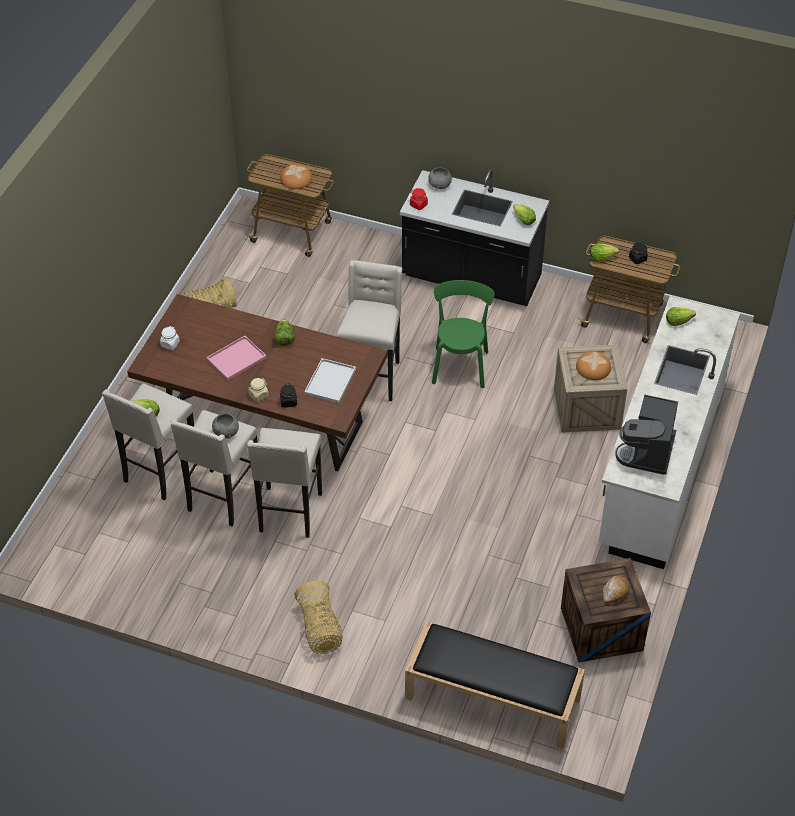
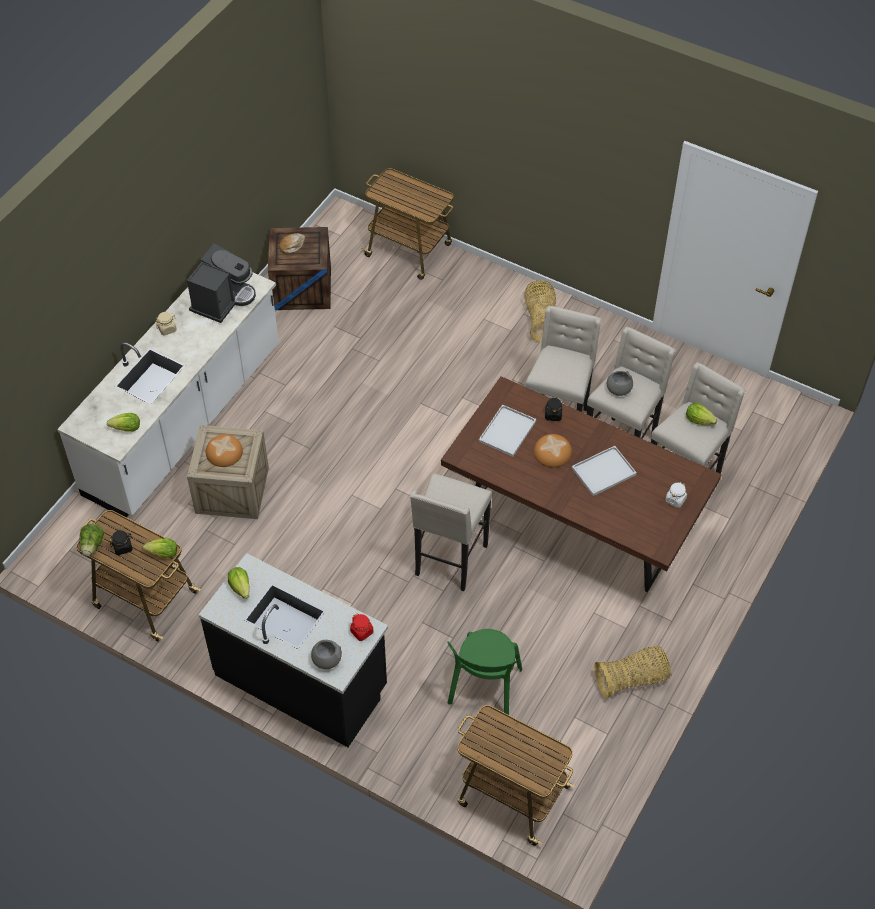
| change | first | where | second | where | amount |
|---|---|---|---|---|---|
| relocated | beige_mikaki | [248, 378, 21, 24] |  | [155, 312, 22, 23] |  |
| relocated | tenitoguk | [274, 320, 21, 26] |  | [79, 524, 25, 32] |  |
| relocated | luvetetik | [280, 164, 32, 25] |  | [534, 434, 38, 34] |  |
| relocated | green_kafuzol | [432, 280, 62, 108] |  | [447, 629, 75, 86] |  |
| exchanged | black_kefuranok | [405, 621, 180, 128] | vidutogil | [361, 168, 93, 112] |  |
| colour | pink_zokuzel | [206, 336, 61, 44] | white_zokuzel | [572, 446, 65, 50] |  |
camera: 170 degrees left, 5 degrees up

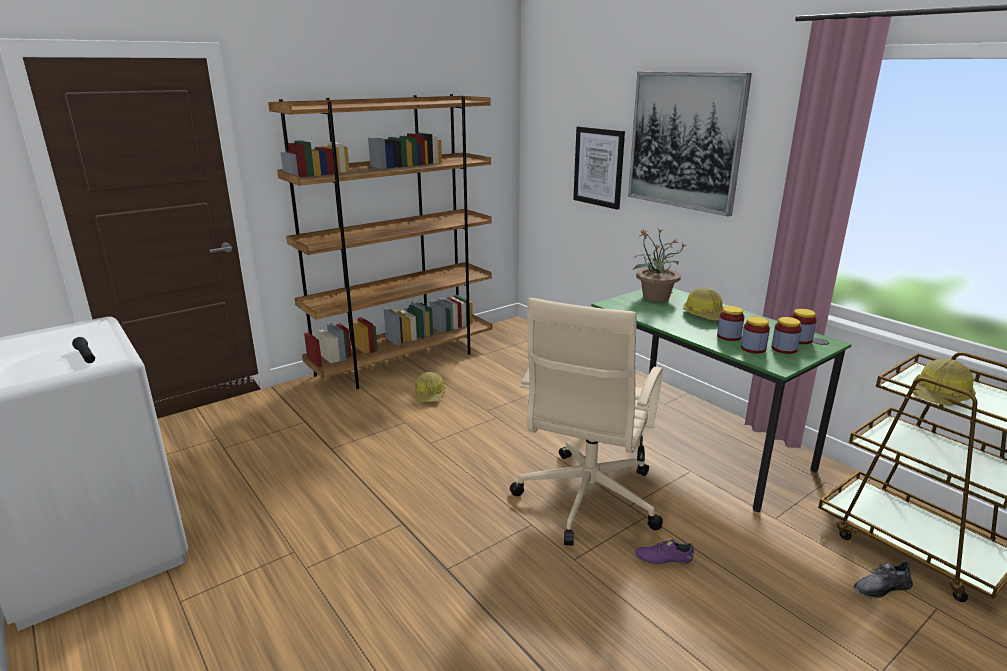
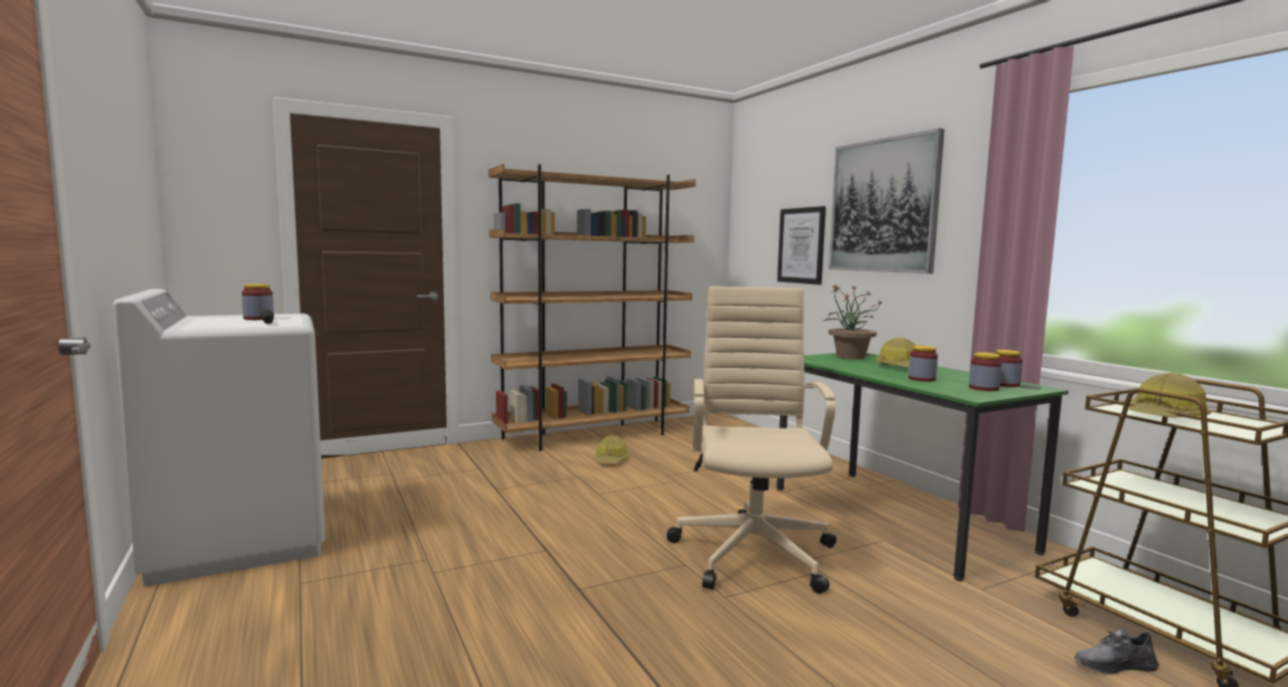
| change | first | where | second | where | amount |
|---|---|---|---|---|---|
| missing | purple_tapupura | [635, 540, 59, 25] |  |  |  |
| relocated | mikaki | [741, 317, 29, 37] |  | [242, 284, 32, 36] |  |
| spun | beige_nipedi | [510, 298, 153, 248] |  | [667, 286, 170, 308] | 150 degrees clockwise |
camera: 10 degrees right, 15 degrees down

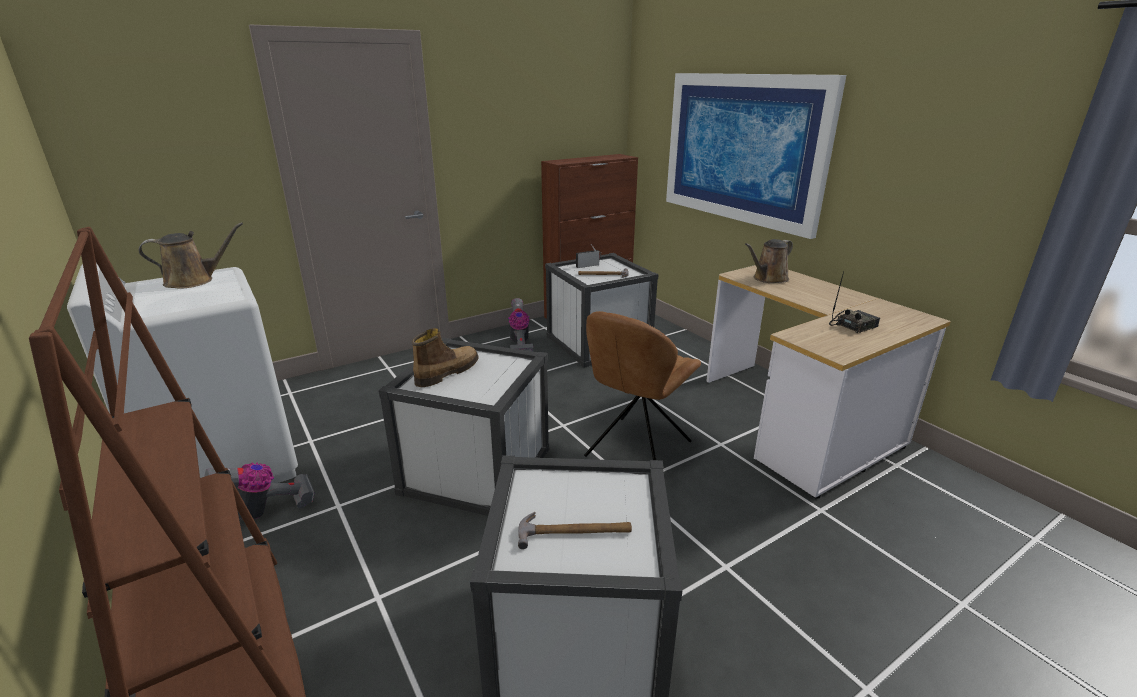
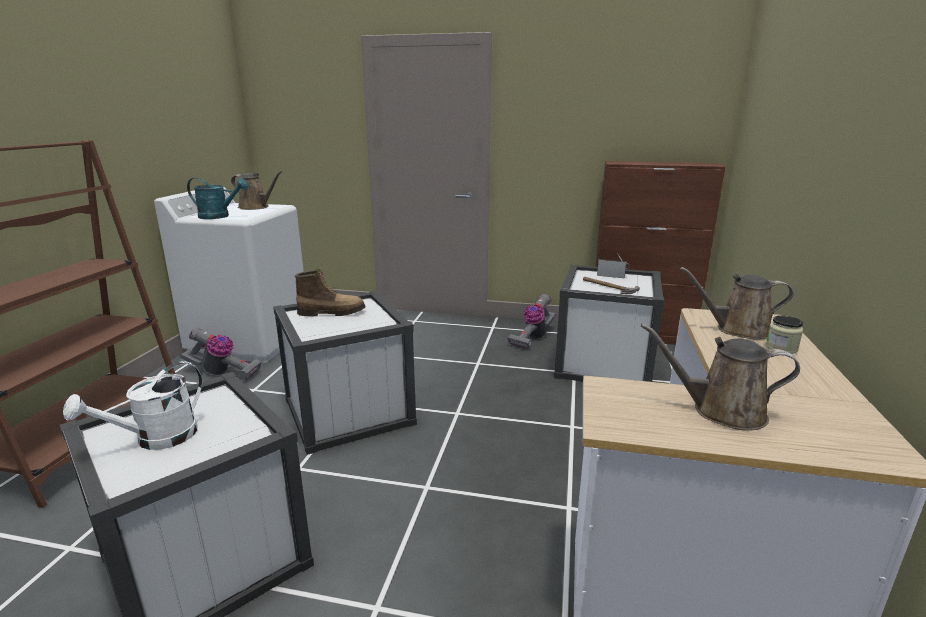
| change | first | where | second | where | amount |
|---|---|---|---|---|---|
| missing | brown_kafuzol | [584, 311, 117, 149] |  |  |  |
| missing | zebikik | [666, 73, 180, 166] |  |  |  |
| appeared |  |  | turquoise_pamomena | [187, 178, 61, 41] |  |
| appeared |  |  | mikaki | [766, 315, 37, 39] |  |
| exchanged | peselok | [518, 512, 114, 37] | white_pamomena | [63, 361, 139, 89] |  |
| exchanged | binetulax | [829, 271, 51, 62] | brown_pamomena | [641, 323, 159, 108] |  |
camera: 45 degrees right, 5 degrees down

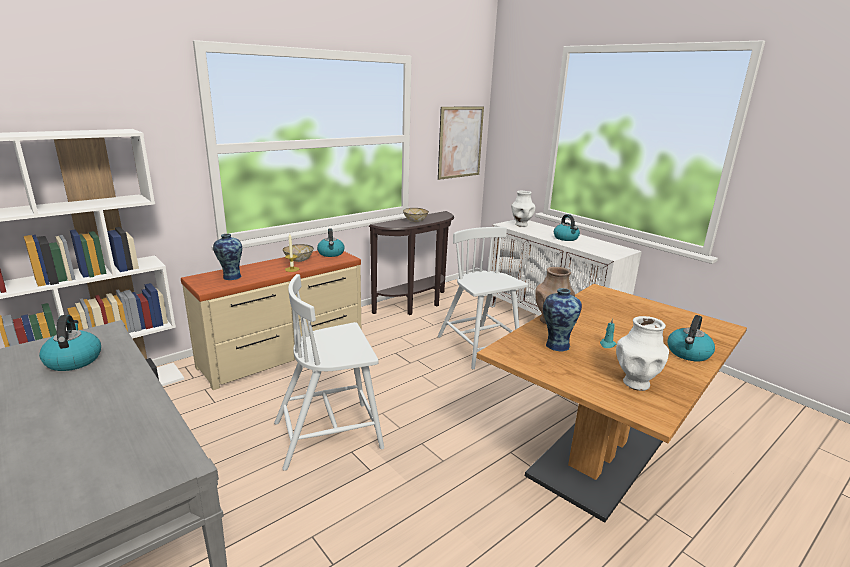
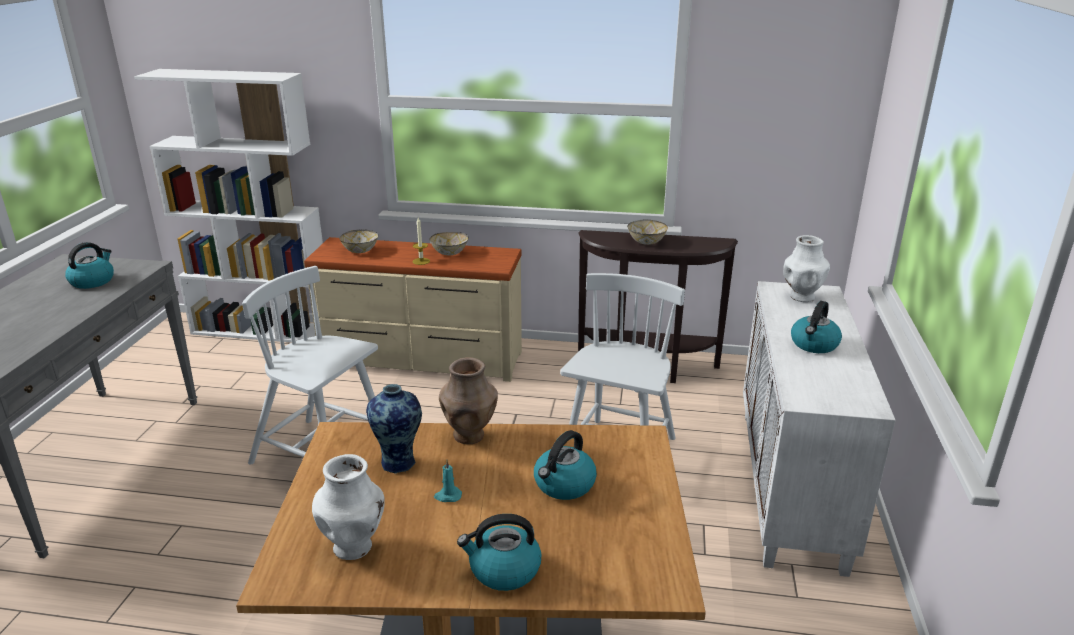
| change | first | where | second | where | amount |
|---|---|---|---|---|---|
| missing | zebikik | [438, 106, 46, 74] |  |  |  |
| relocated | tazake | [317, 228, 28, 29] |  | [534, 430, 63, 70] |  |
| exchanged | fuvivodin | [213, 234, 29, 46] | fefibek | [339, 230, 39, 23] |  |
camera: 50 degrees right, 5 degrees up

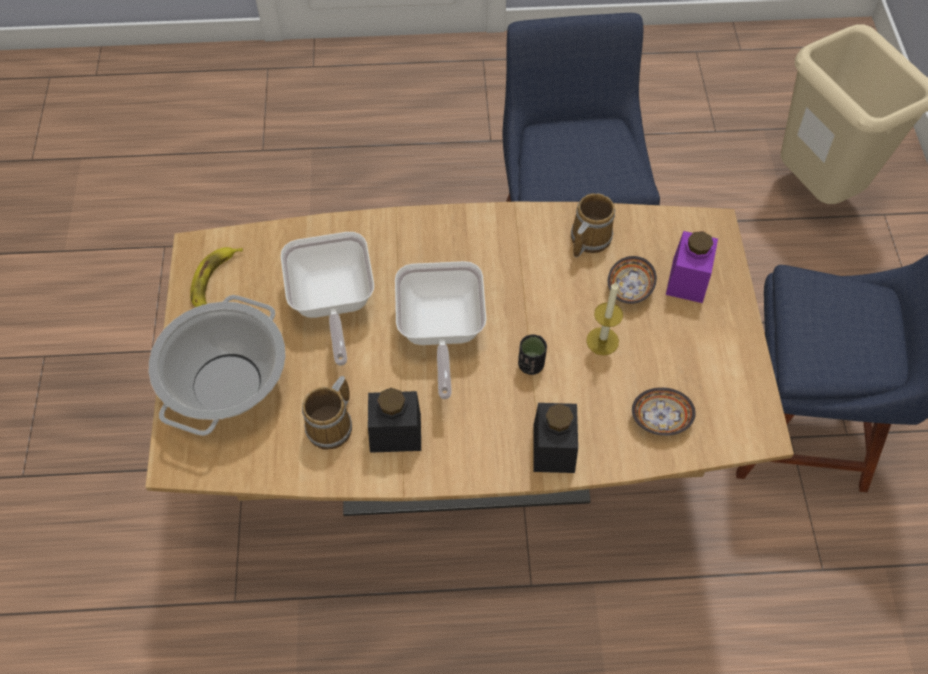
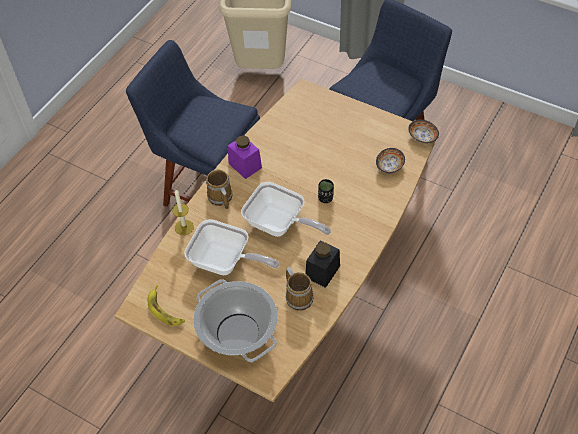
| change | first | where | second | where | amount |
|---|---|---|---|---|---|
| missing | black_mikaki | [533, 403, 45, 70] |  |  |  |
| relocated | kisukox | [571, 193, 44, 64] |  | [206, 170, 26, 39] |  |
| relocated | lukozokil | [586, 282, 37, 73] |  | [172, 190, 22, 45] |  |
| relocated | fefibek | [608, 256, 49, 48] |  | [408, 120, 31, 23] |  |
| relocated | purple_mikaki | [666, 231, 52, 72] |  | [228, 135, 34, 44] |  |
camera: 55 degrees left, 5 degrees down

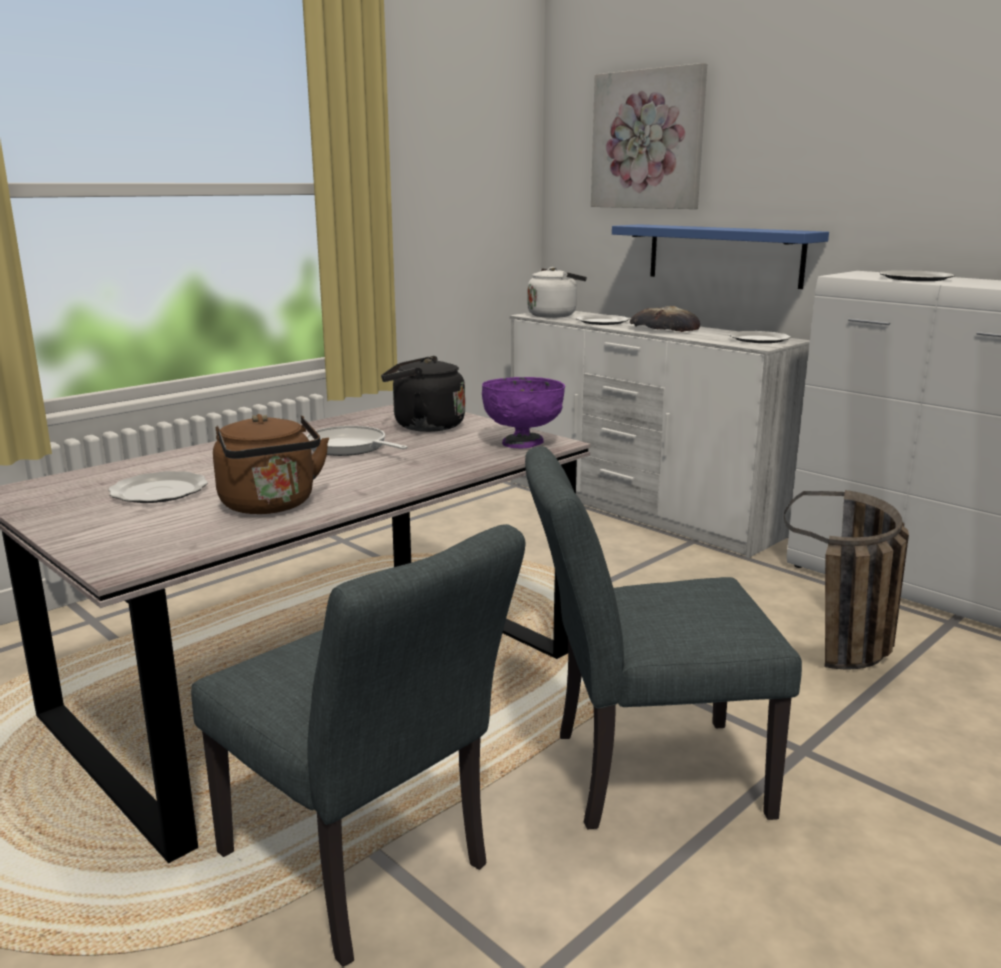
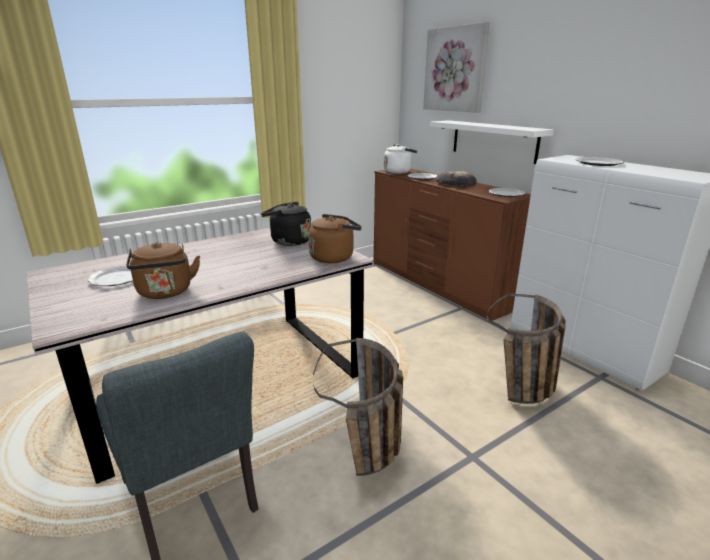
| change | first | where | second | where | amount |
|---|---|---|---|---|---|
| missing | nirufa | [306, 426, 102, 30] |  |  |  |
| exchanged | purple_fefibek | [482, 377, 83, 72] | brown_tazake | [308, 214, 54, 49] |  |
| exchanged | grey_kafuzol | [525, 446, 277, 383] | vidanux | [313, 338, 90, 138] |  |
| colour | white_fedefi | [510, 311, 300, 247] | brown_fedefi | [373, 169, 158, 152] |  |
| colour | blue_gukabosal | [612, 224, 217, 65] | white_gukabosal | [430, 120, 124, 44] |  |
camera: 10 degrees right, 5 degrees up

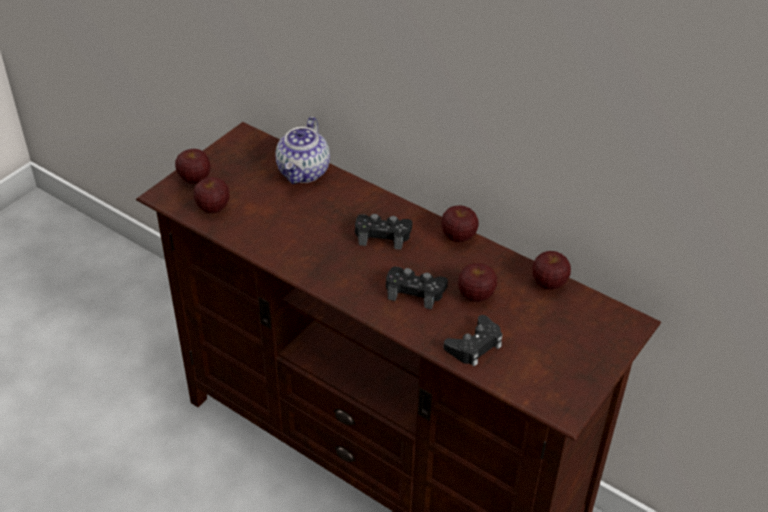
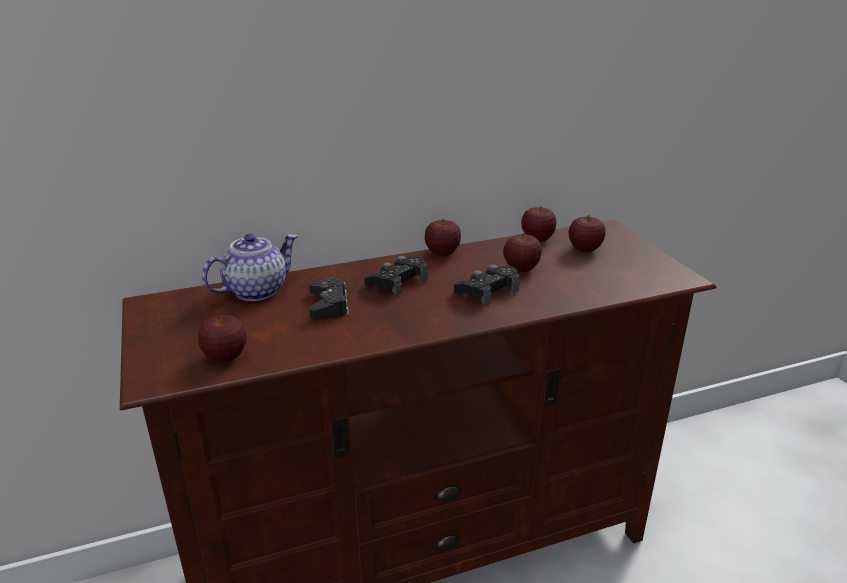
| change | first | where | second | where | amount |
|---|---|---|---|---|---|
| relocated | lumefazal | [175, 149, 36, 35] |  | [569, 215, 37, 37] |  |
| relocated | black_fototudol | [444, 315, 58, 51] |  | [309, 277, 40, 41] |  |
| spun | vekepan | [275, 117, 55, 67] |  | [202, 233, 96, 68] | 90 degrees counterclockwise |
camera: 55 degrees left, 15 degrees down

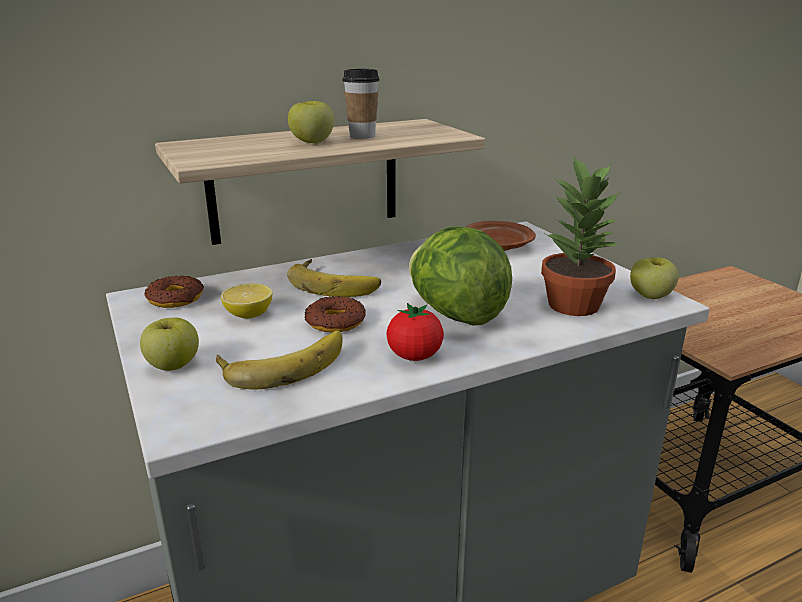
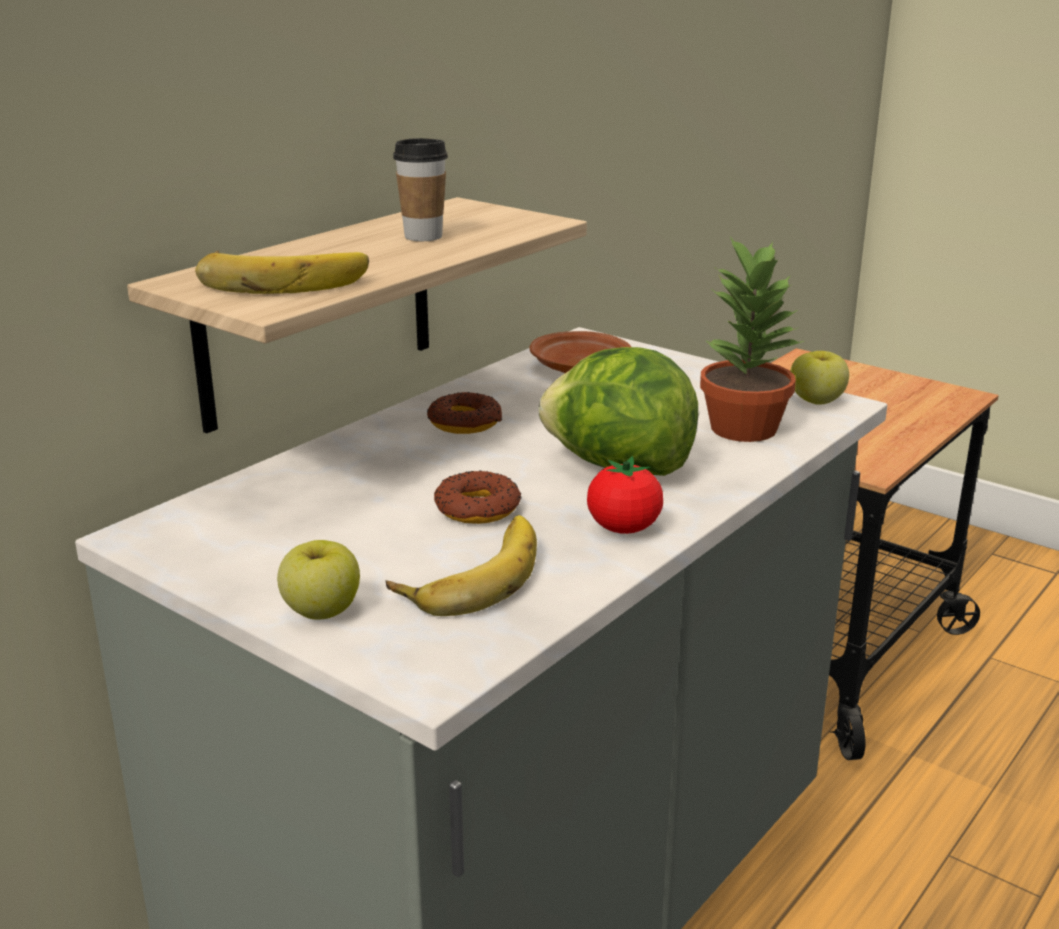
| change | first | where | second | where | amount |
|---|---|---|---|---|---|
| missing | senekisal | [221, 284, 52, 35] |  |  |  |
| missing | lumefazal | [288, 101, 46, 42] |  |  |  |
| relocated | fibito | [145, 276, 59, 32] |  | [427, 392, 75, 42] |  |
| relocated | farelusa | [287, 259, 94, 38] |  | [195, 250, 174, 44] |  |
camera: 25 degrees left, 0 degrees up

